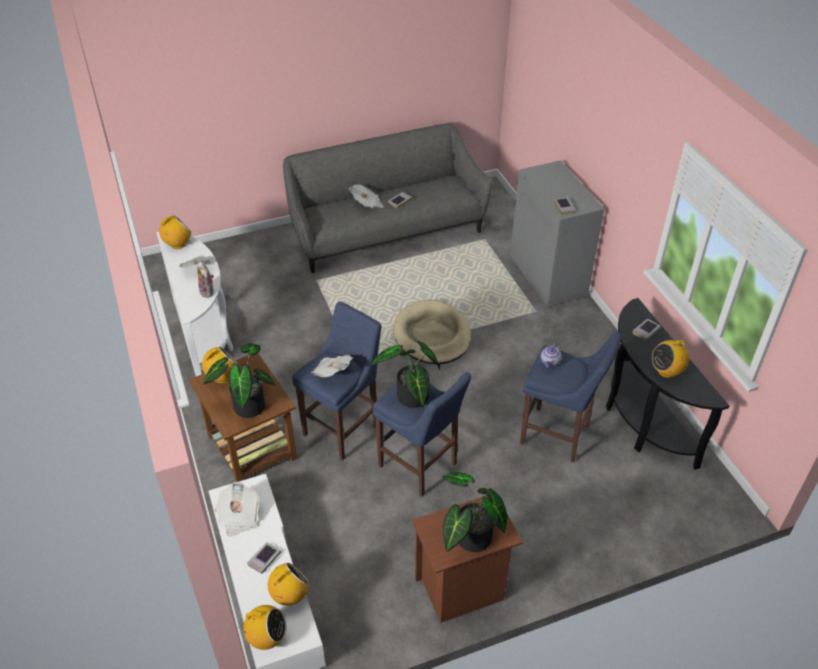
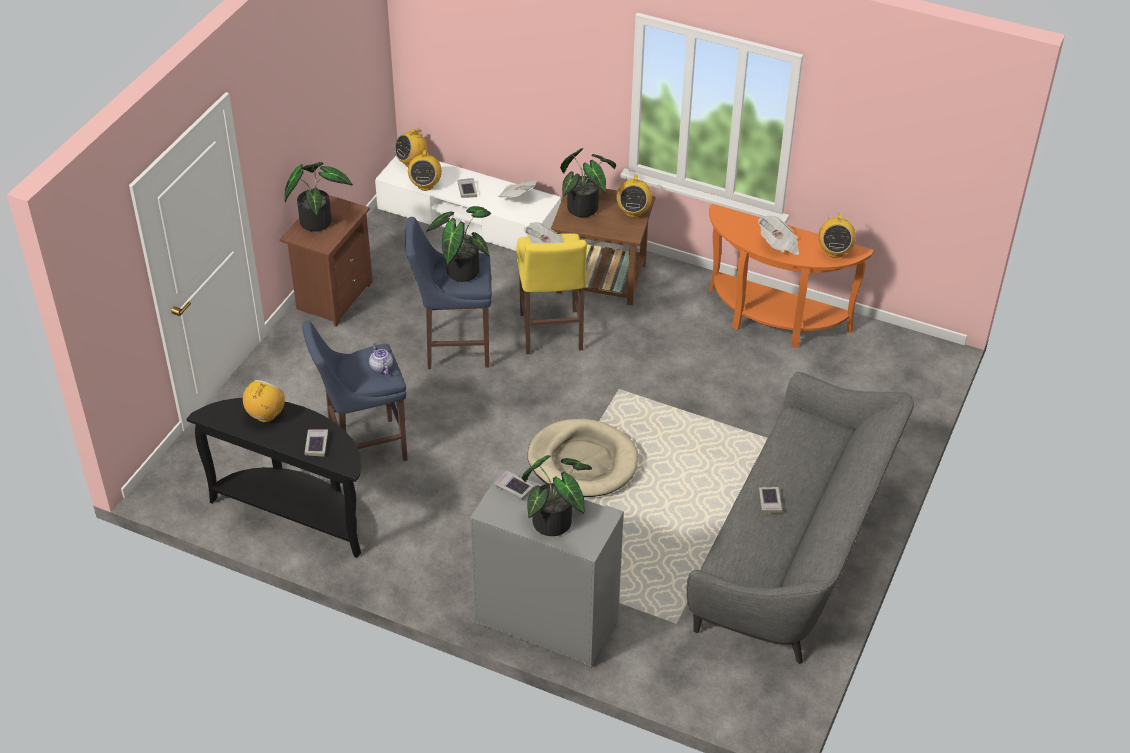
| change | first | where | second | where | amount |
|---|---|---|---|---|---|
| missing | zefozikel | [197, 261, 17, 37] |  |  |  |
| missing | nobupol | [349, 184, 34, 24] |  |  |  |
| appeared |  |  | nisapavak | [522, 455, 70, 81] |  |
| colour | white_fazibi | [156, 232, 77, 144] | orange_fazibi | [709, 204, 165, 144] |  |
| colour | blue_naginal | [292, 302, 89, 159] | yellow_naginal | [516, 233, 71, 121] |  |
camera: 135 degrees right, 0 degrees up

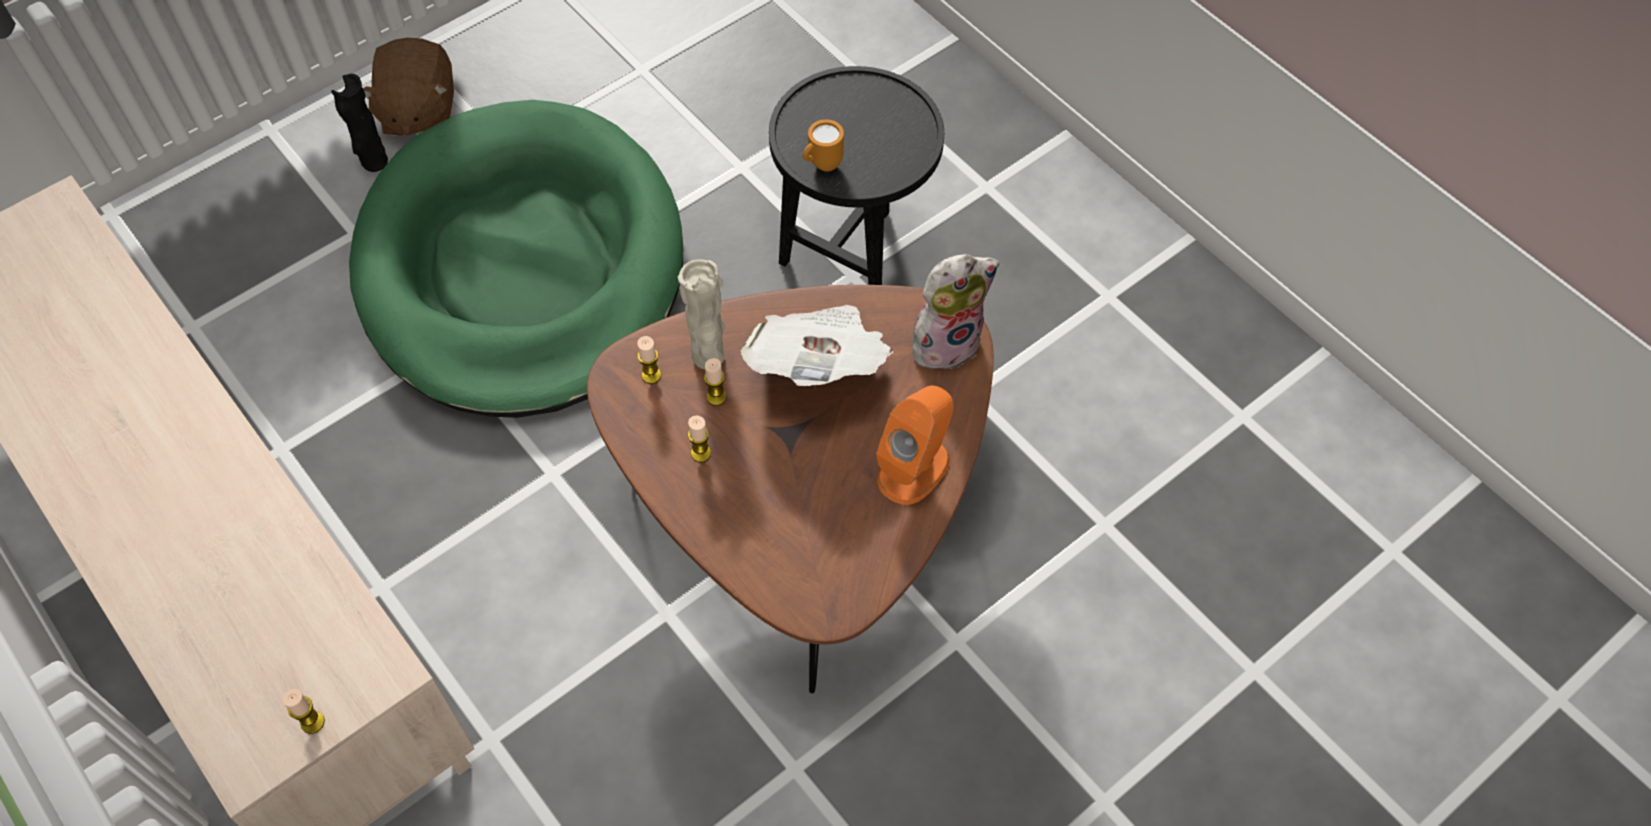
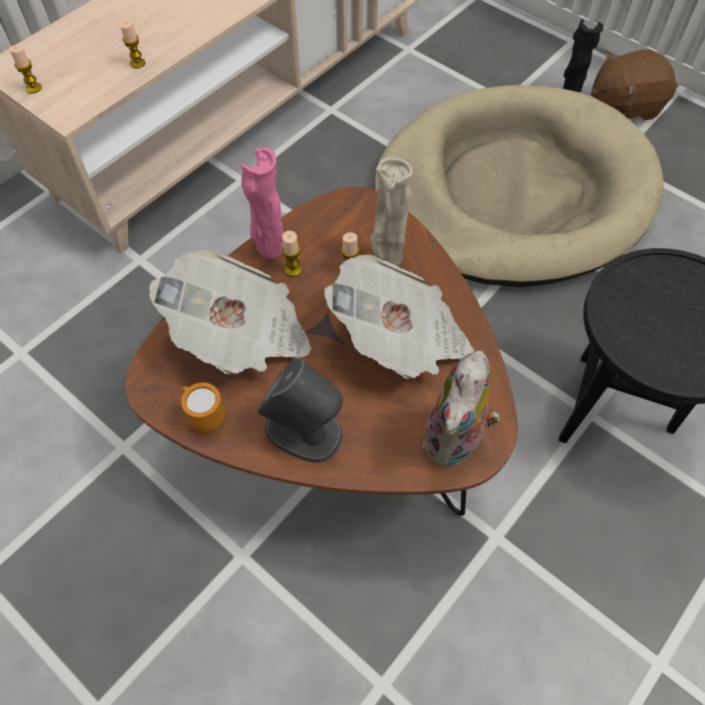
| change | first | where | second | where | amount |
|---|---|---|---|---|---|
| appeared |  |  | nobupol | [149, 249, 163, 126] |  |
| appeared |  |  | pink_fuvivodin | [240, 148, 44, 111] |  |
| relocated | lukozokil | [637, 336, 24, 48] |  | [120, 19, 25, 49] |  |
| relocated | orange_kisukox | [803, 119, 41, 53] |  | [181, 383, 44, 50] |  |
| colour | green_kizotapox | [349, 100, 334, 318] | beige_kizotapox | [374, 85, 290, 202] |  |
| colour | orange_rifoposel | [876, 386, 77, 119] | grey_rifoposel | [257, 358, 86, 105] |  |
| spun | zefozikel | [912, 254, 88, 115] |  | [422, 351, 78, 117] | 60 degrees clockwise |
camera: 80 degrees right, 0 degrees up

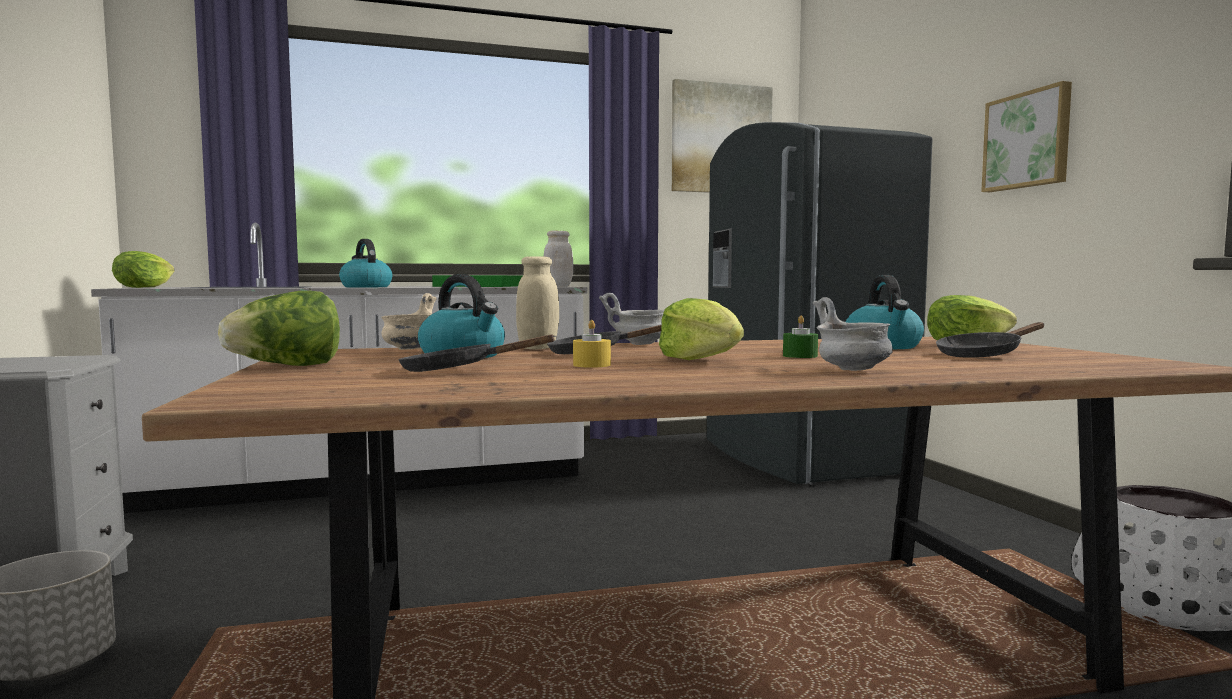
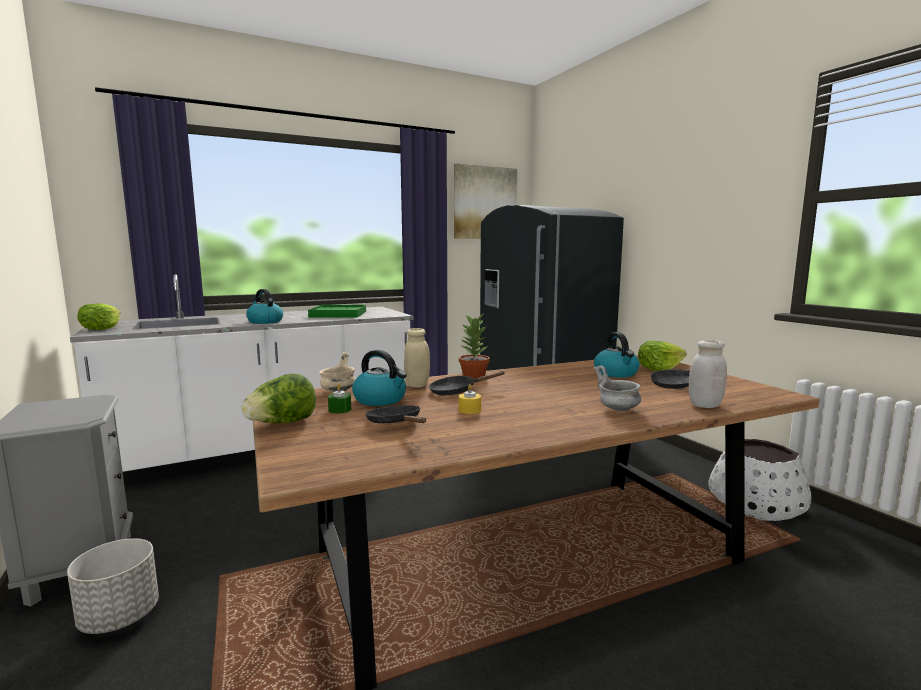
| change | first | where | second | where | amount |
|---|---|---|---|---|---|
| missing | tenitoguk | [659, 298, 85, 62] |  |  |  |
| missing | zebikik | [981, 81, 91, 111] |  |  |  |
| relocated | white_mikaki | [544, 230, 29, 57] |  | [689, 340, 38, 68] |  |
| relocated | green_lukozokil | [783, 316, 35, 42] |  | [328, 384, 23, 29] |  |
| exchanged | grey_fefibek | [599, 293, 65, 52] | nisapavak | [459, 314, 31, 65] |  |
| spun | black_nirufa | [398, 334, 158, 38] |  | [365, 405, 61, 18] | 60 degrees clockwise |
camera: 10 degrees left, 5 degrees up

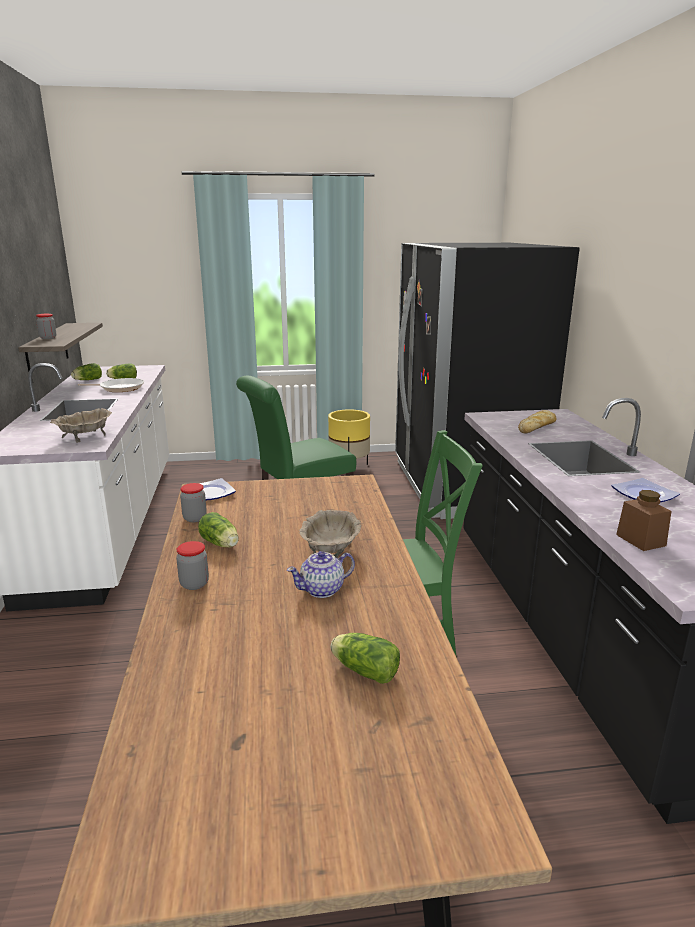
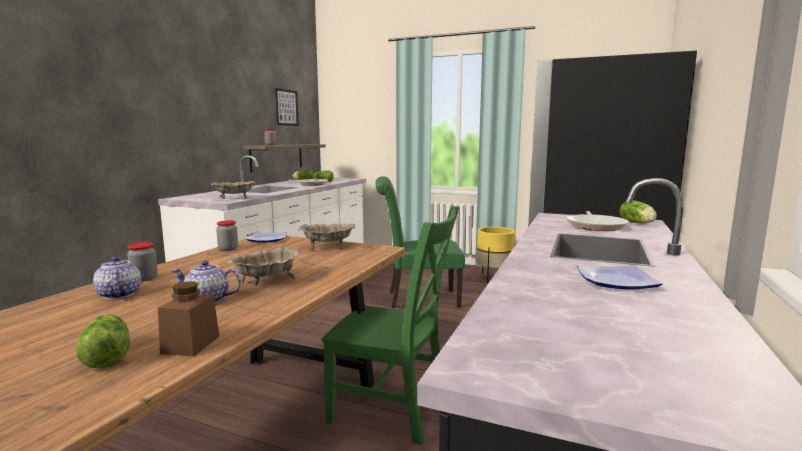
| change | first | where | second | where | amount |
|---|---|---|---|---|---|
| appeared |  |  | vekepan | [93, 256, 48, 43] |  |
| appeared |  |  | zebikik | [275, 88, 24, 38] |  |
| appeared |  |  | beige_fefibek | [298, 224, 57, 25] |  |
| relocated | tenitoguk | [198, 512, 41, 35] |  | [619, 200, 38, 24] |  |
| relocated | brown_mikaki | [616, 490, 55, 61] |  | [158, 281, 61, 76] |  |
| exchanged | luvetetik | [518, 410, 38, 24] | nirufa | [566, 211, 63, 20] |  |
camera: 30 degrees right, 10 degrees down

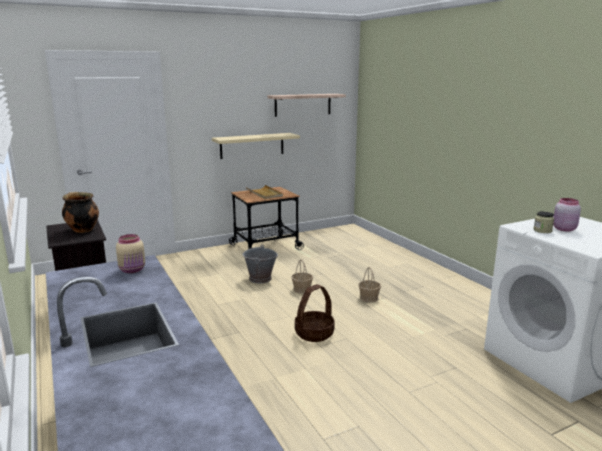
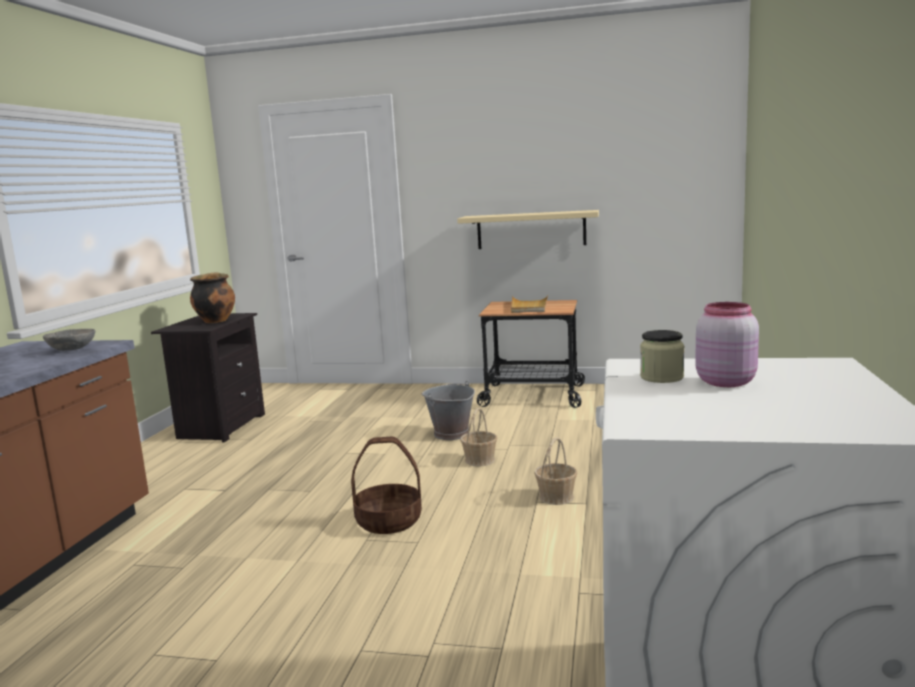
| change | first | where | second | where | amount |
|---|---|---|---|---|---|
| missing | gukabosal | [267, 94, 79, 23] |  |  |  |
| exchanged | beige_mikaki | [116, 234, 29, 39] | grey_fefibek | [43, 329, 52, 22] |  |
camera: 40 degrees right, 5 degrees down

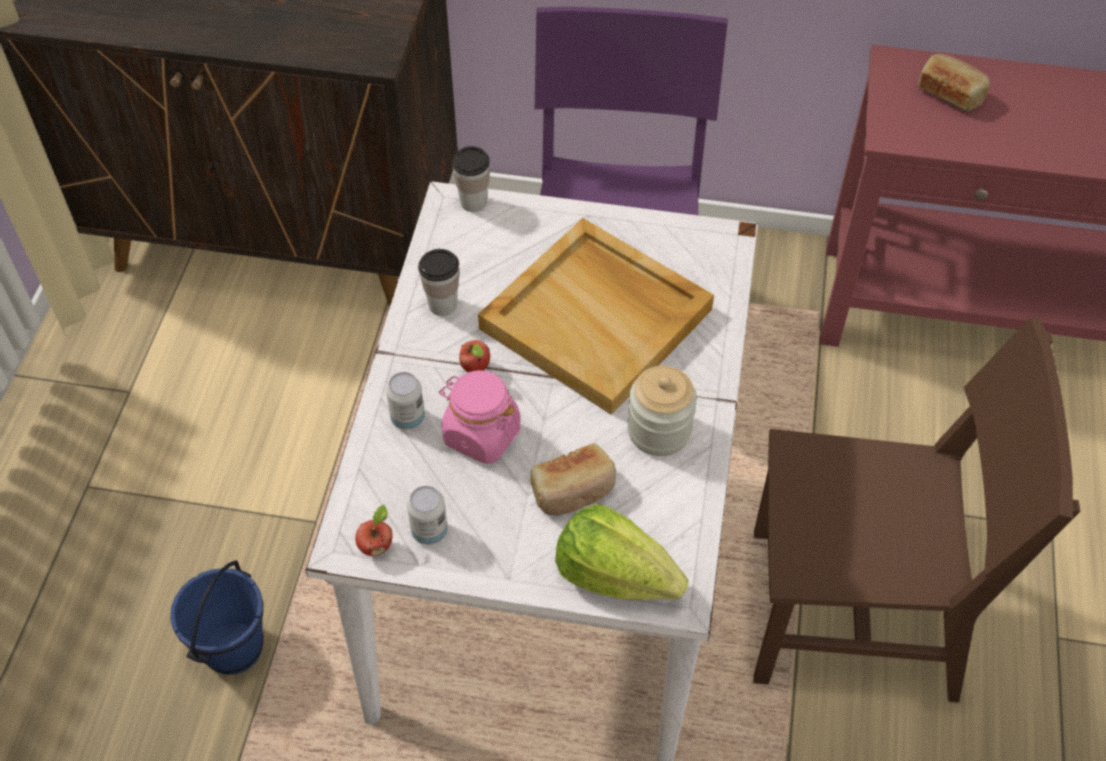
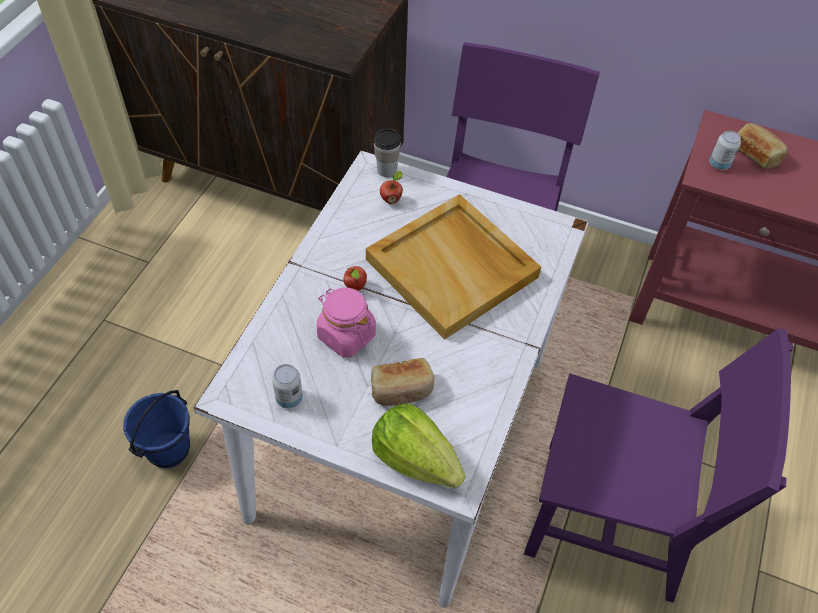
| change | first | where | second | where | amount |
|---|---|---|---|---|---|
| missing | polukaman | [418, 249, 41, 67] |  |  |  |
| missing | mikaki | [627, 366, 70, 90] |  |  |  |
| relocated | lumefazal | [355, 505, 38, 51] |  | [380, 171, 23, 33] |  |
| relocated | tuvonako | [386, 372, 39, 58] |  | [709, 131, 32, 39] |  |
| colour | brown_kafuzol | [754, 317, 326, 386] | purple_kafuzol | [524, 328, 269, 275] |  |
camera: 10 degrees right, 0 degrees up

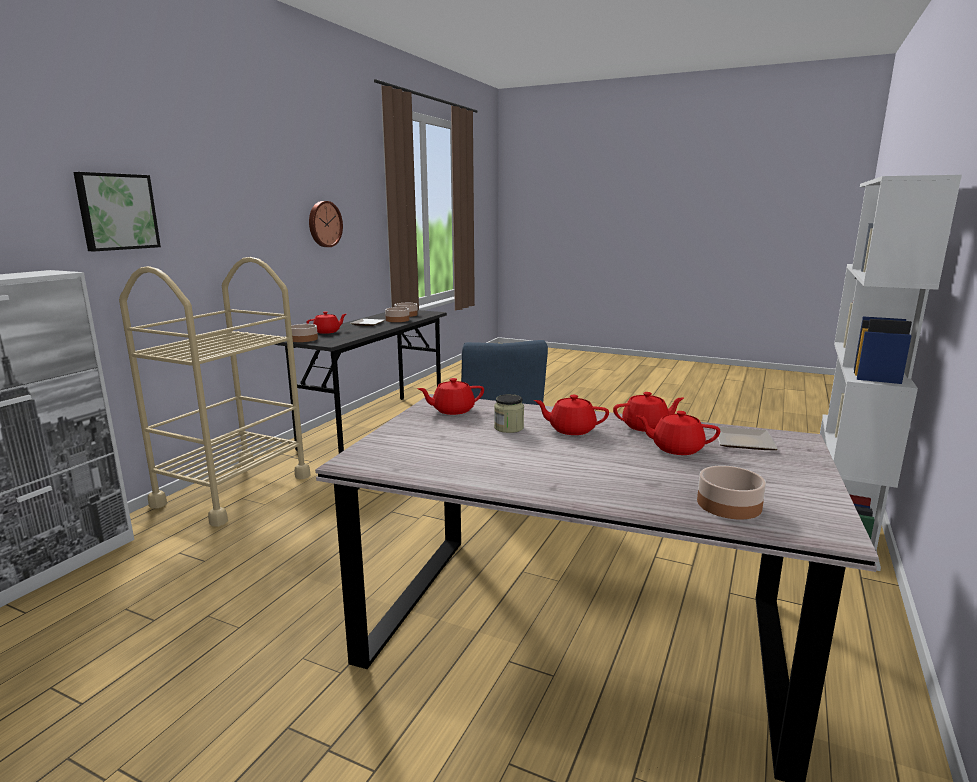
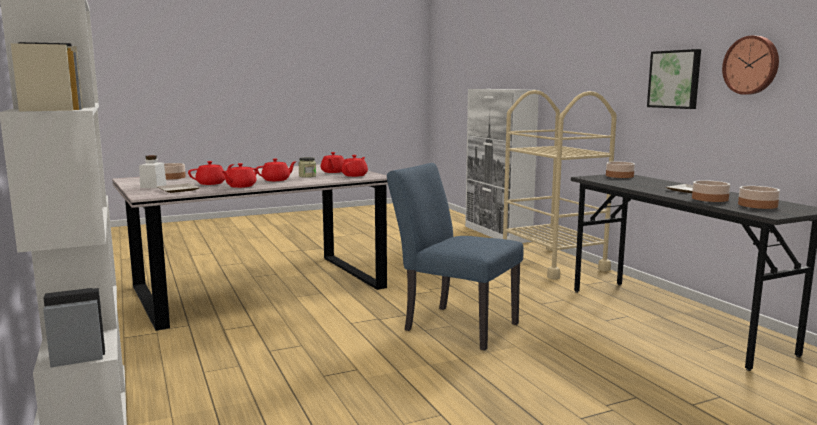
| change | first | where | second | where | amount |
|---|---|---|---|---|---|
| appeared |  |  | white_mikaki | [139, 155, 28, 33] |  |
| relocated | zebikik | [73, 172, 88, 79] |  | [647, 49, 54, 60] |  |
| relocated | red_vekepan | [307, 311, 39, 23] |  | [321, 152, 23, 21] |  |
camera: 130 degrees right, 5 degrees down

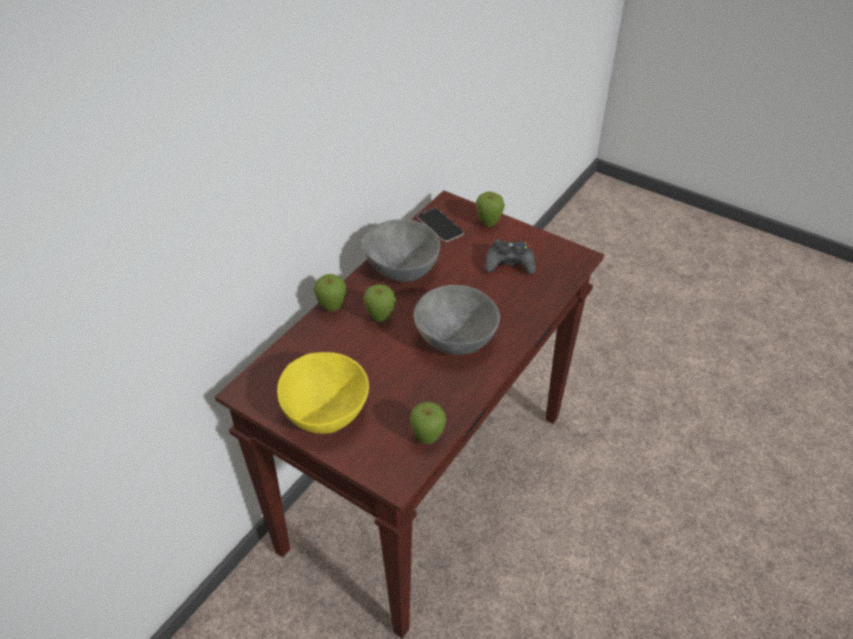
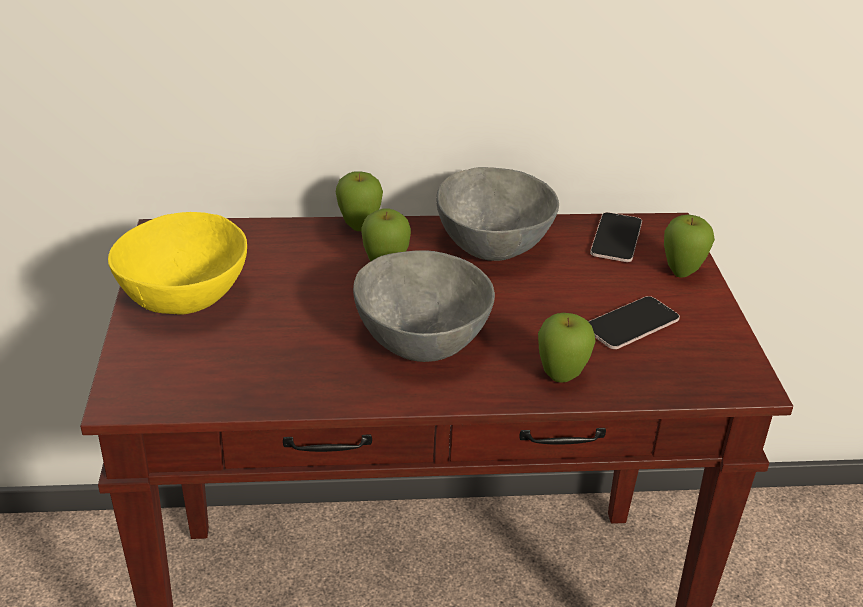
| change | first | where | second | where | amount |
|---|---|---|---|---|---|
| relocated | lumefazal | [410, 402, 36, 42] |  | [538, 313, 58, 70] |  |
| exchanged | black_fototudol | [485, 239, 51, 35] | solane | [588, 296, 92, 53] |  |
camera: 50 degrees right, 10 degrees down

